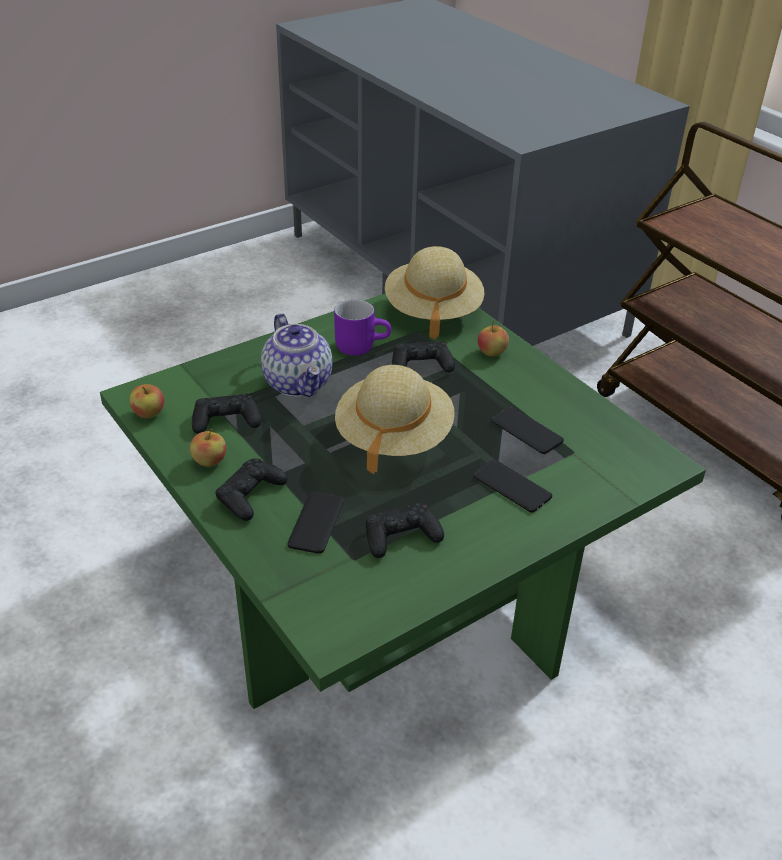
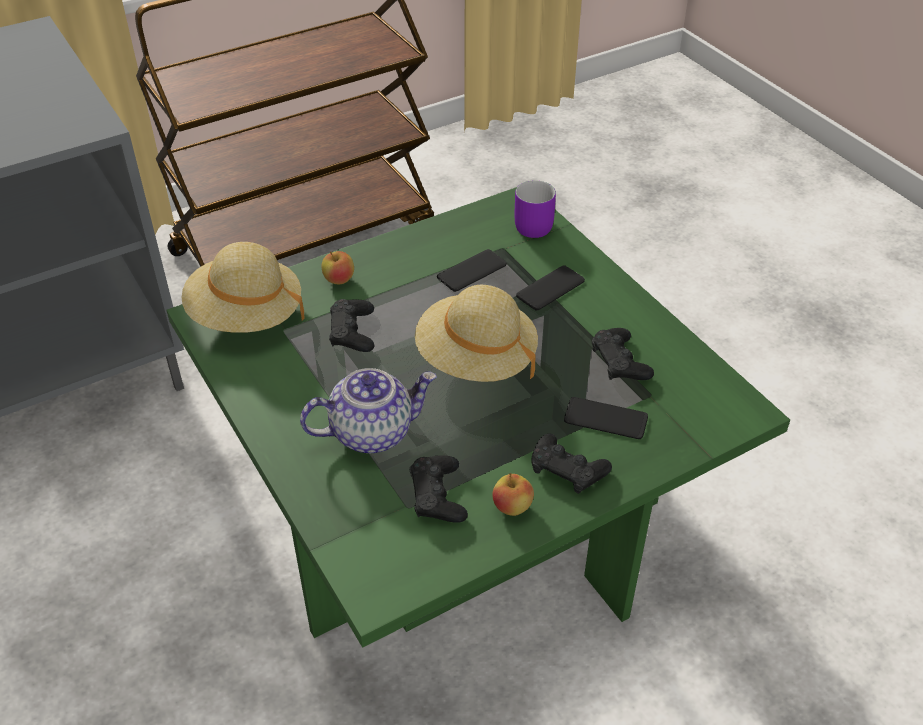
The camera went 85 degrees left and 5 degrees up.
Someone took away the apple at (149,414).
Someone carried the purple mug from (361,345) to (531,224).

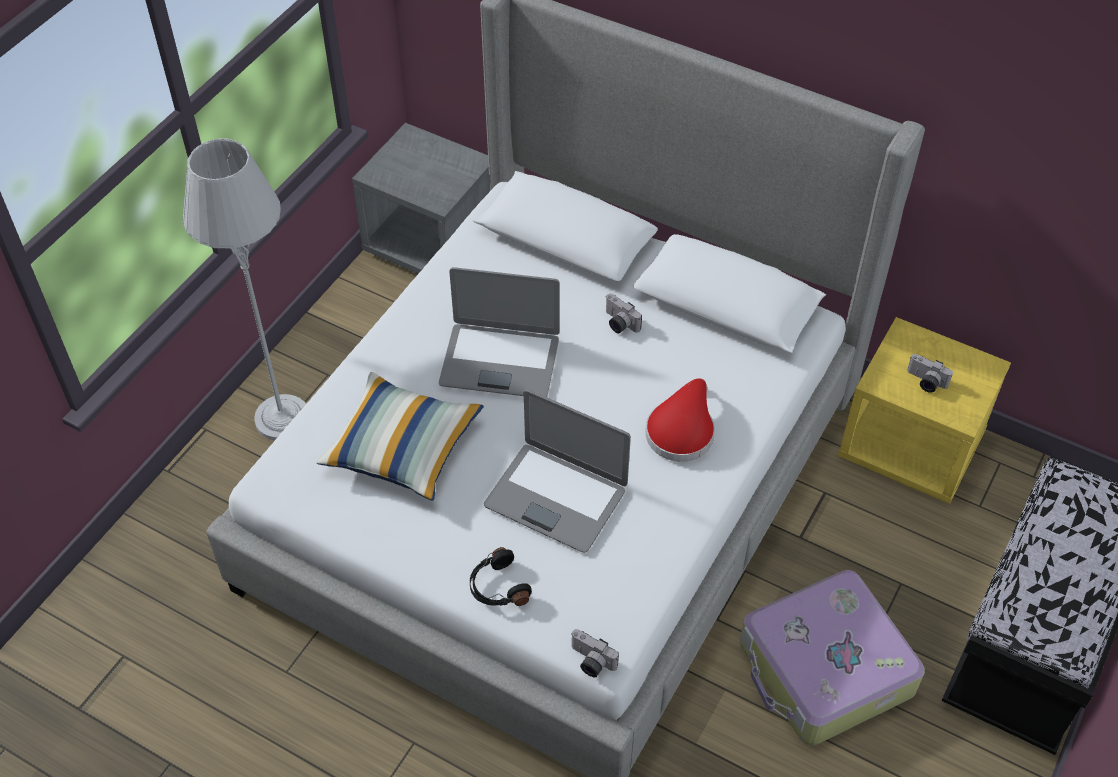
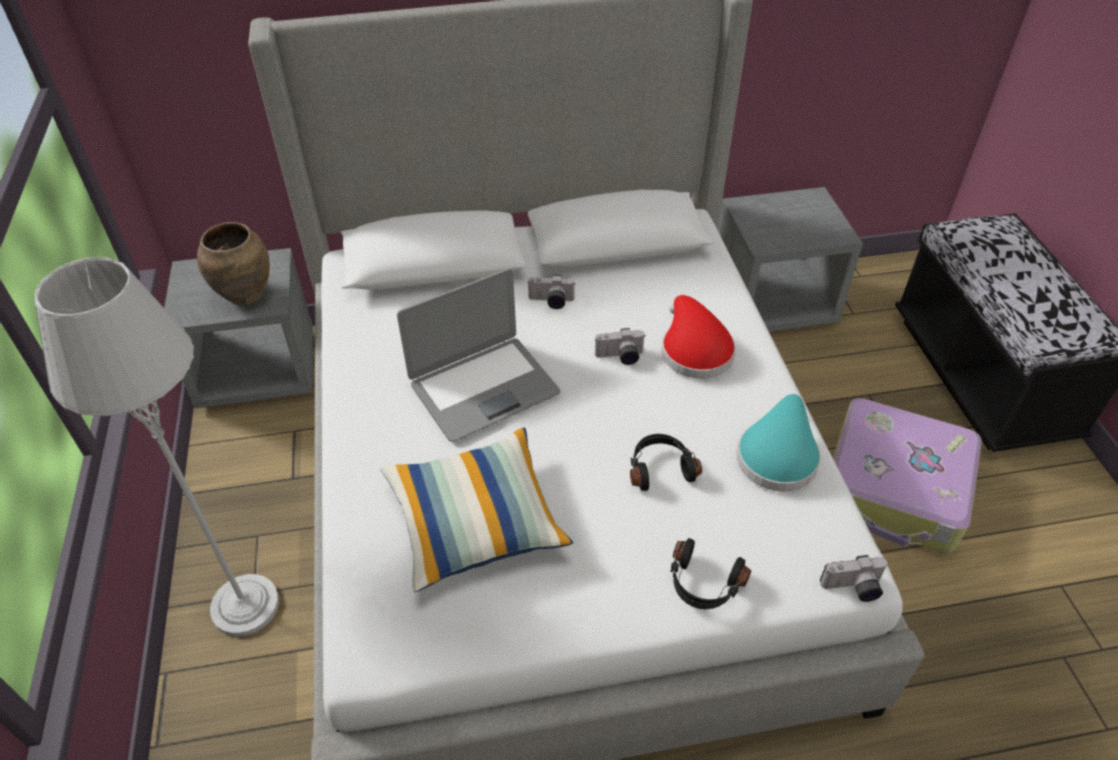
The camera went 40 degrees left and 5 degrees down.
Someone put down the brown vase at (246,295).
Someone put down the turquoise hat at (777,454).
Someone carried the photo camera from (925,382) to (620,357).
Someone swapped the laptop at (556,497) for the black headphones at (660,468).
Someone repainted the yellow nightstand at (911,448), which became the grey nightstand at (772,303).

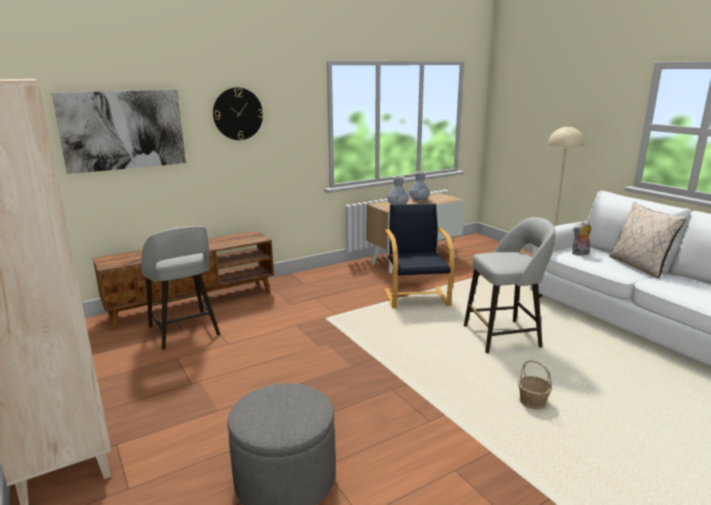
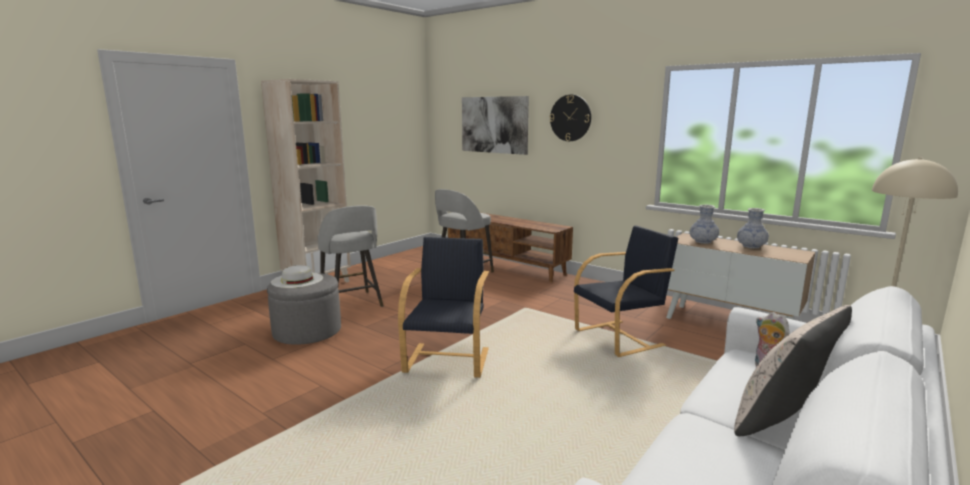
The camera went 70 degrees right and 5 degrees down.
Someone took away the basket at (532,402).
Someone put down the white hat at (297,280).
Someone put down the black armchair at (448,359).
Someone carried the grey stool from (504,336) to (352,304).

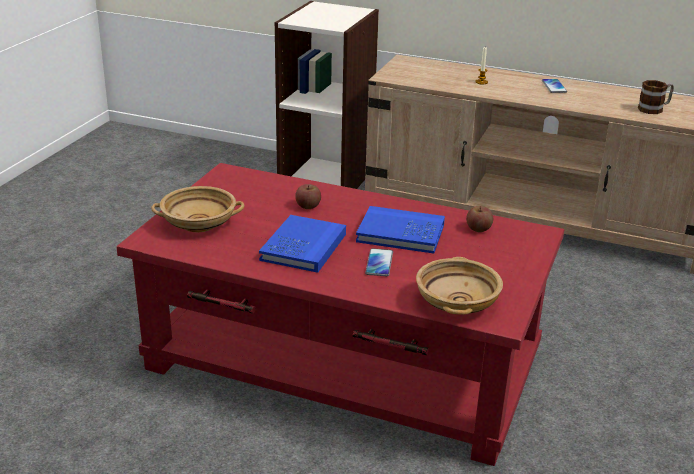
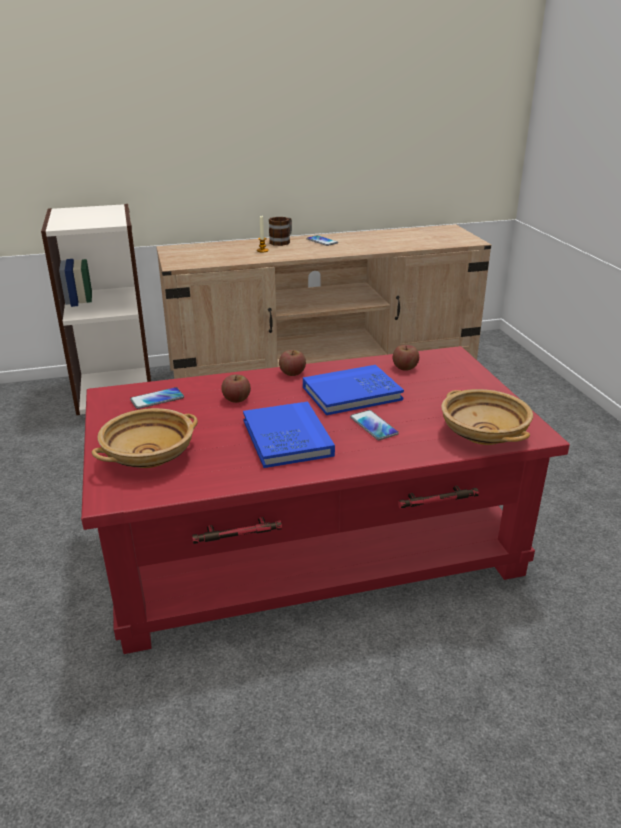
The camera went 35 degrees left and 0 degrees up.
Someone put down the phone at (157,399).
Someone put down the apple at (292,373).
Someone carried the mug from (654,109) to (282,241).

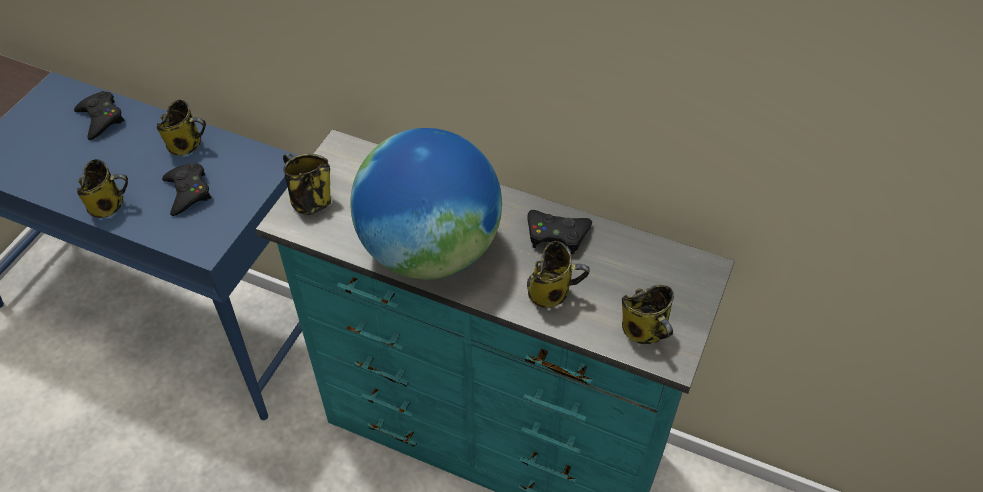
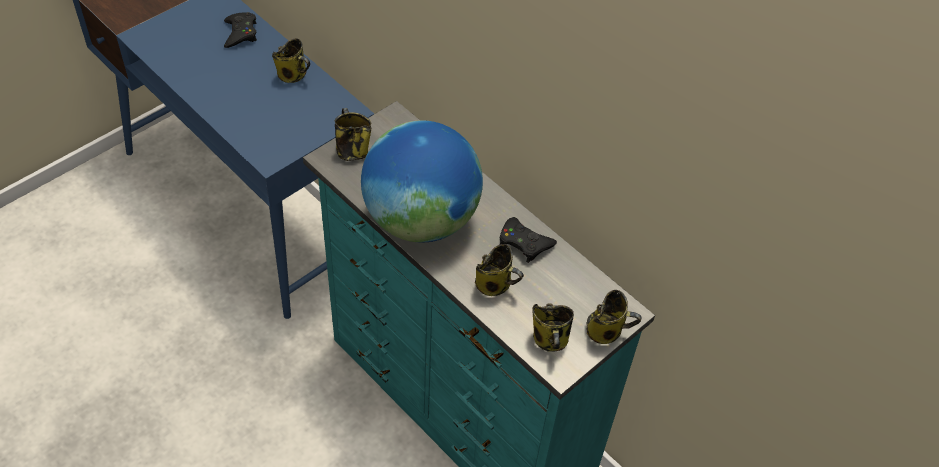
The camera went 20 degrees right and 0 degrees up.
Someone took away the black game controller at (188,192).
Someone carried the mug from (109,205) to (606,331).

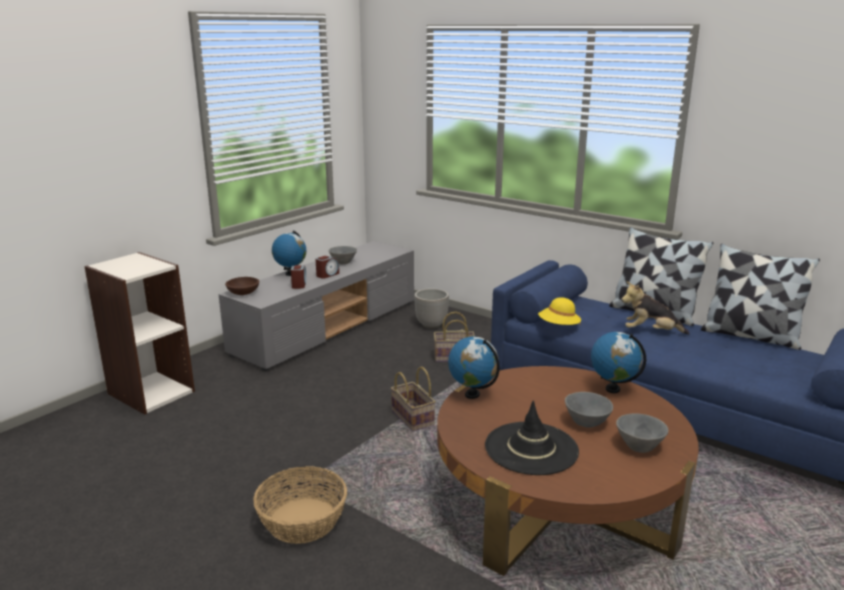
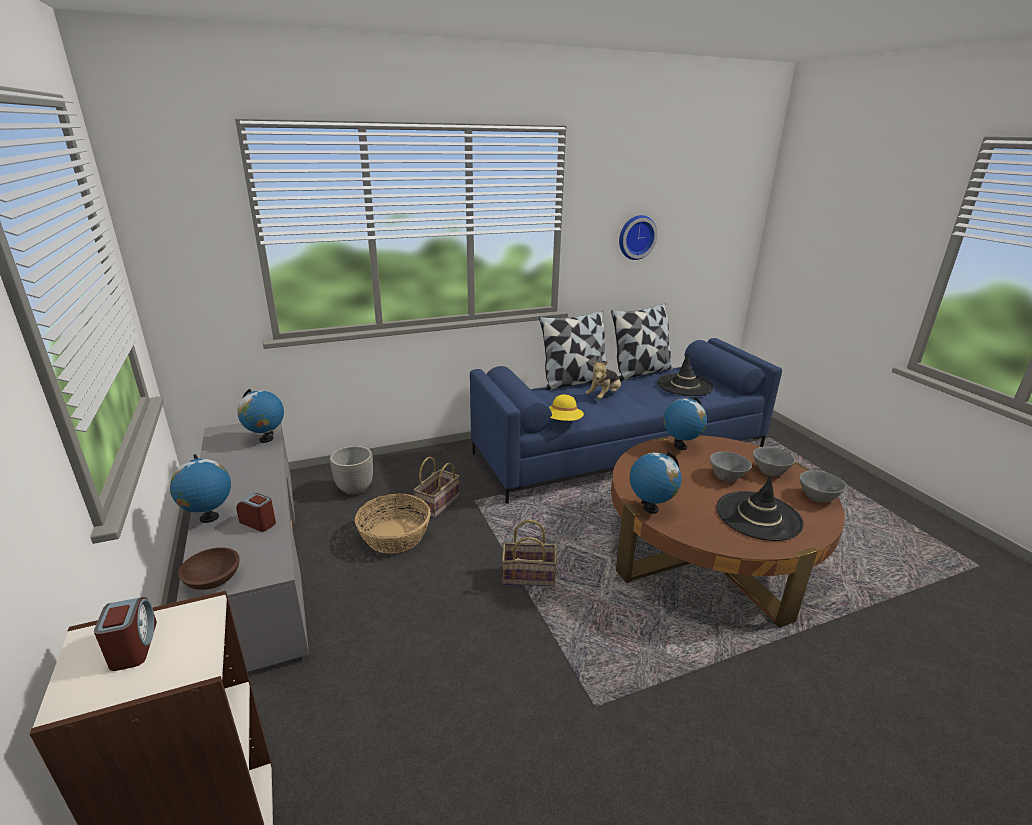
The camera went 60 degrees left and 5 degrees up.
Someone put down the globe at (266,439).
Someone put up the wall clock at (636,237).
Someone put down the black hat at (684,385).
Someone carried the basket from (302,520) to (394,536).
Someone carried the alarm clock from (327,275) to (133,646).
Someone carried the grey bowl from (344,262) to (817,497).

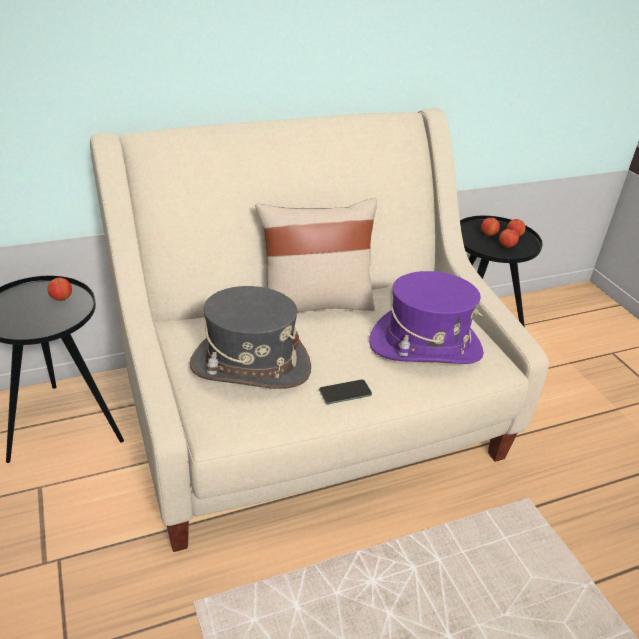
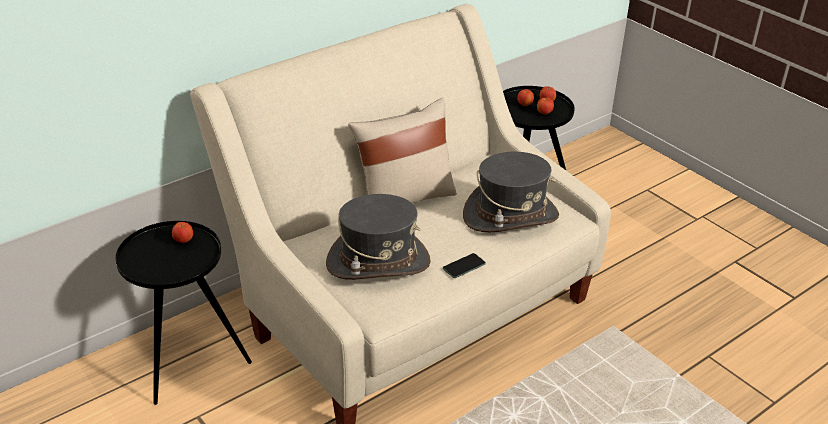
The camera went 15 degrees left and 0 degrees up.
Someone repainted the purple hat at (425,346), which became the grey hat at (510,216).

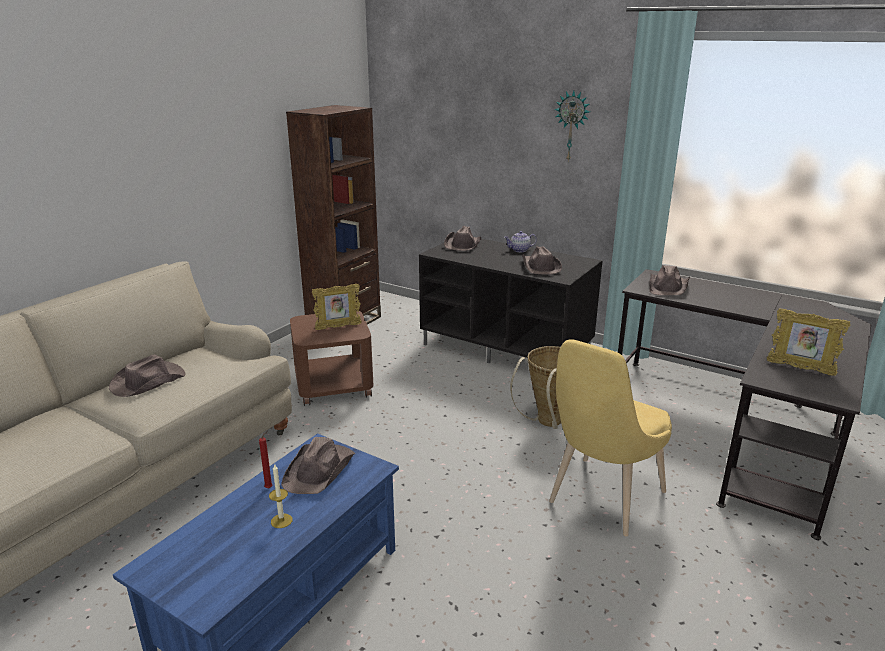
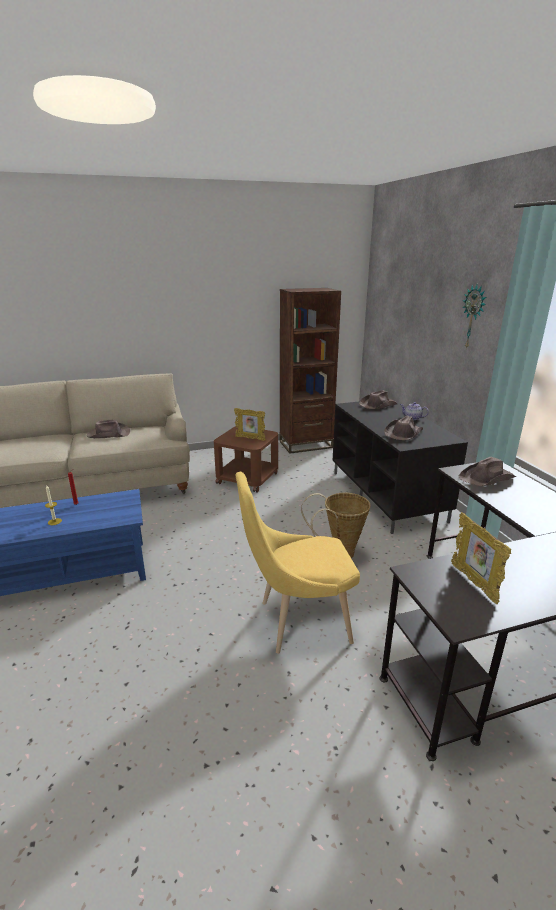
The camera went 40 degrees right and 0 degrees up.
Someone took away the brown hat at (320,470).

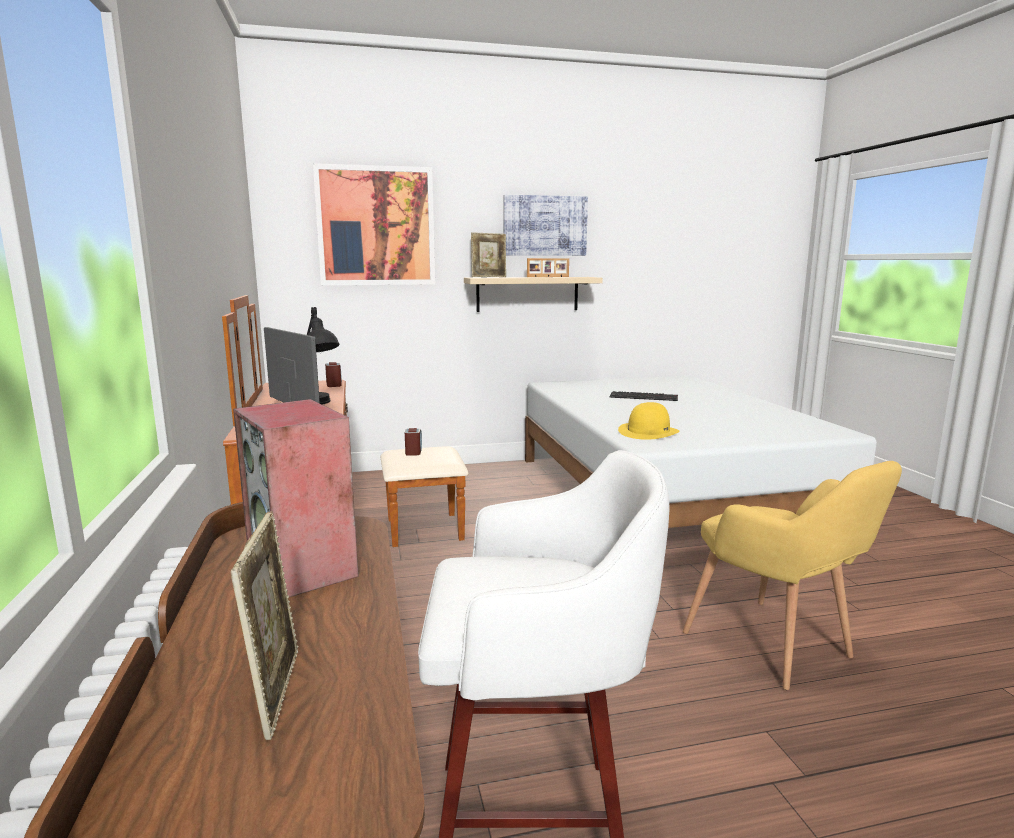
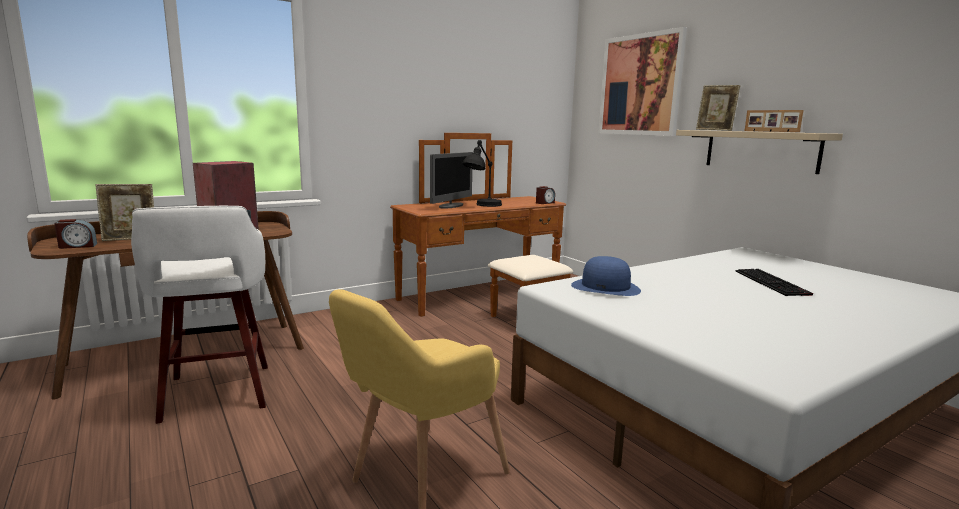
The camera went 70 degrees right and 0 degrees up.
Someone took away the picture at (545,226).
Someone carried the alarm clock from (413,451) to (77,246).
Someone repainted the yellow hat at (648,431), which became the blue hat at (605,287).

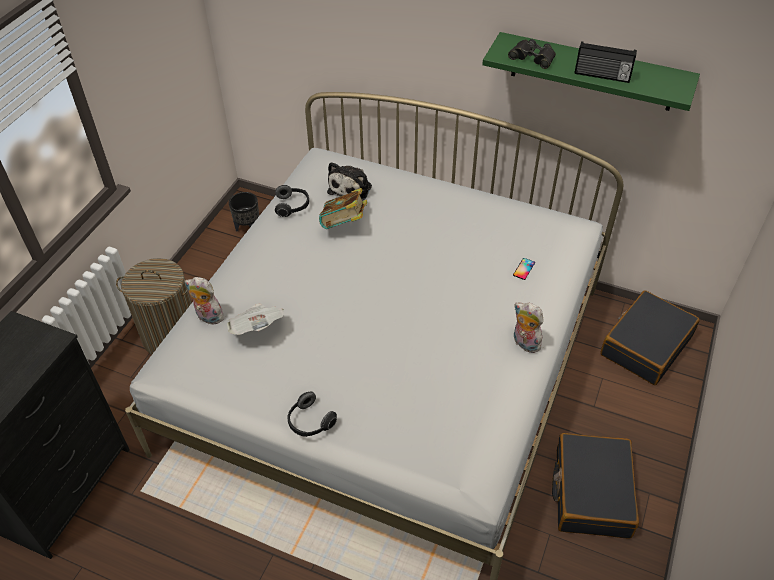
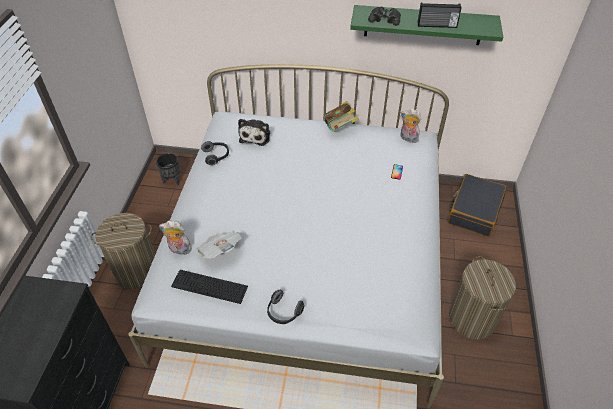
The camera went 15 degrees left and 0 degrees up.
Someone put down the keyboard at (209,286).
Someone carried the book from (344,225) to (340,128).
Someone carried the plush toy from (524,343) to (408,138).
Someone swapped the black suitcase at (591,492) for the laundry basket at (472,318).

